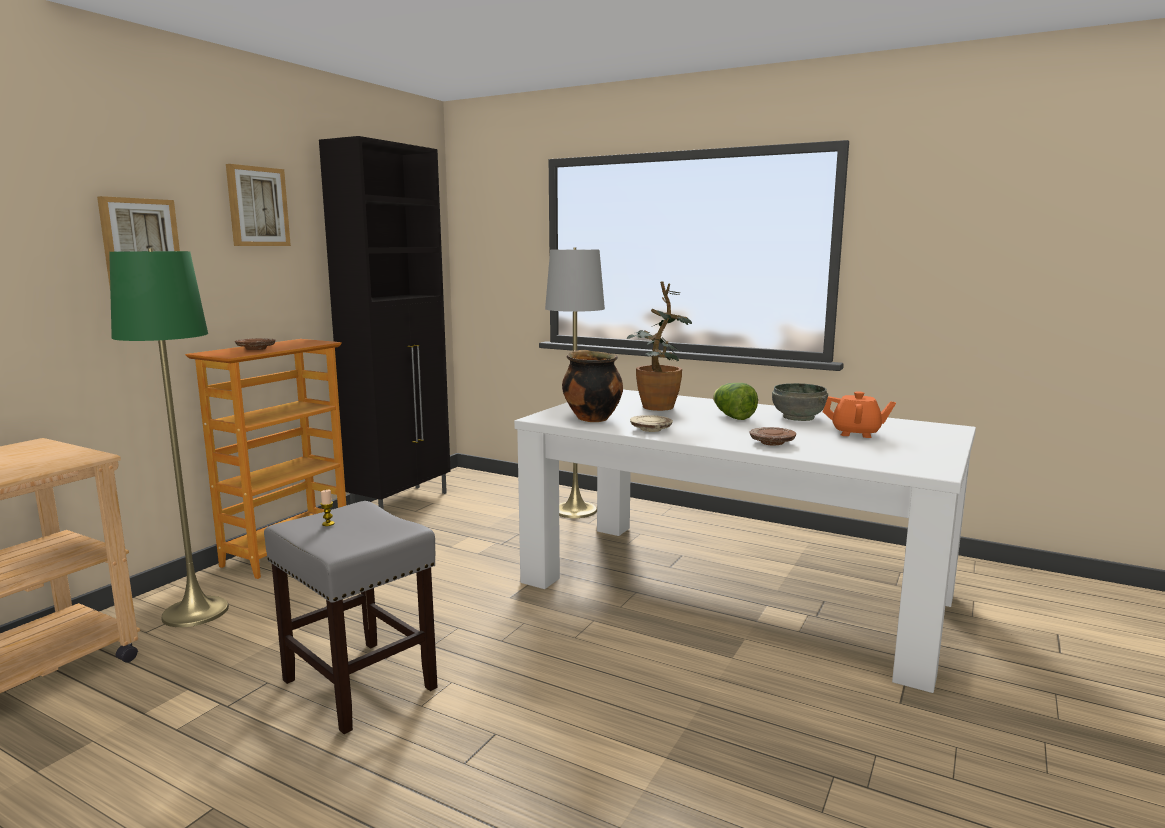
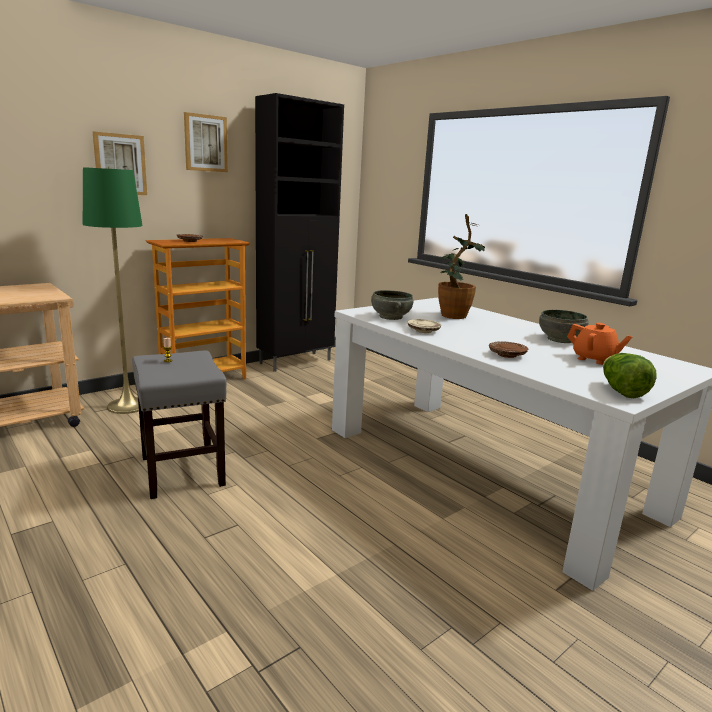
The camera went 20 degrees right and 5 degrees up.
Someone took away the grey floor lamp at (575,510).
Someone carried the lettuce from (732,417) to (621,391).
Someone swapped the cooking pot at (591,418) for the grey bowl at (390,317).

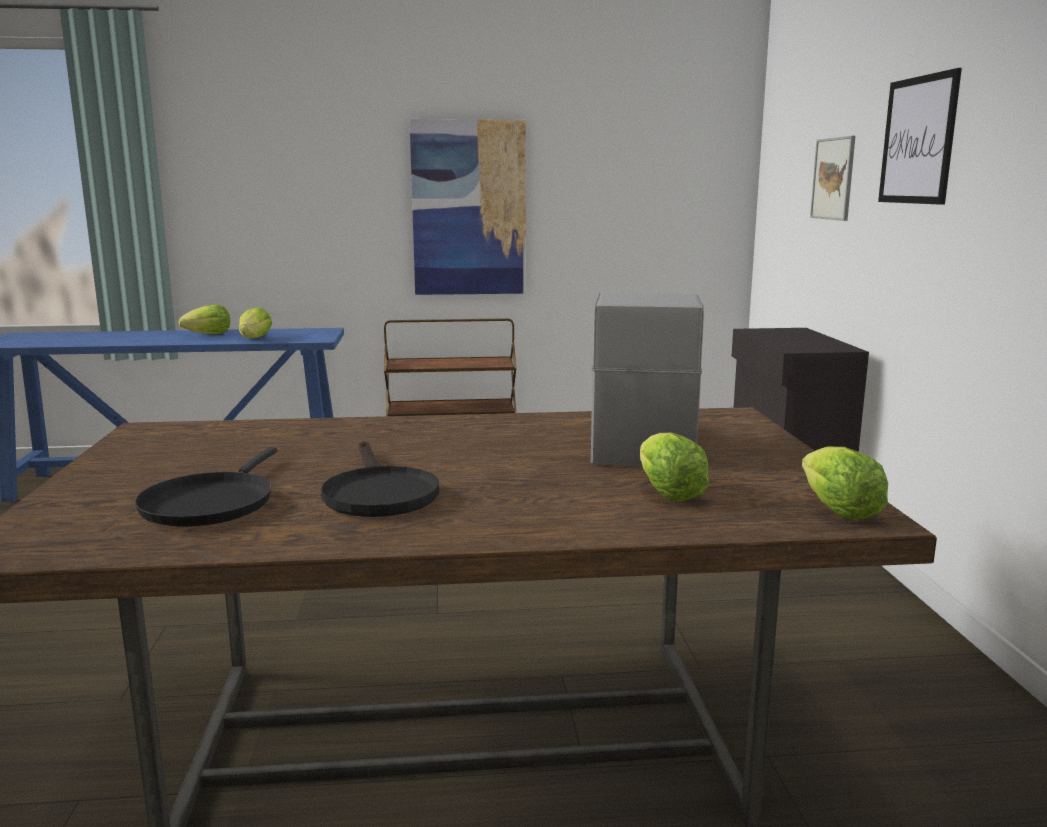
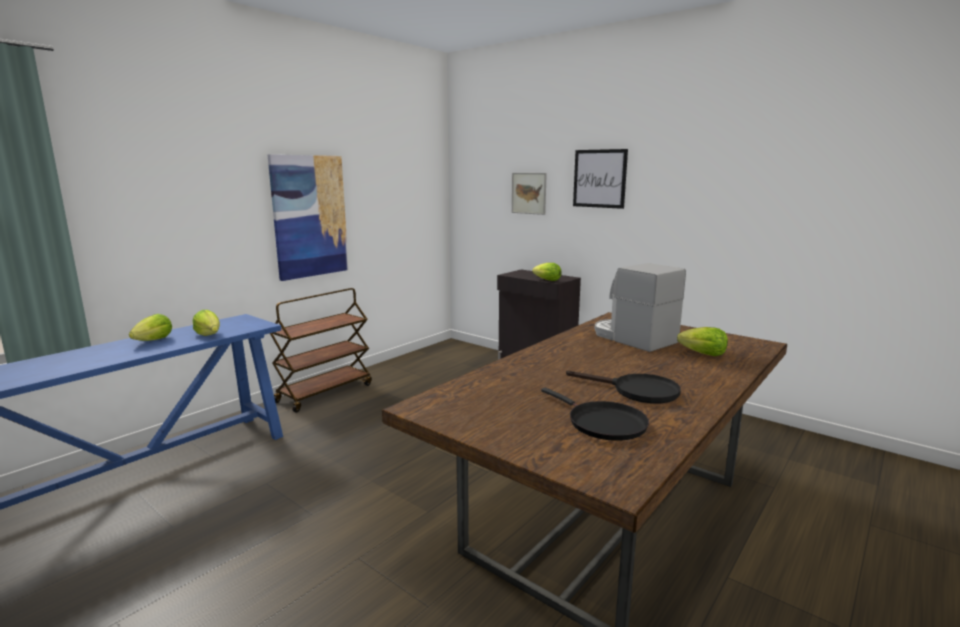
The camera went 45 degrees left and 0 degrees up.
Someone carried the lettuce from (838,511) to (547,280).

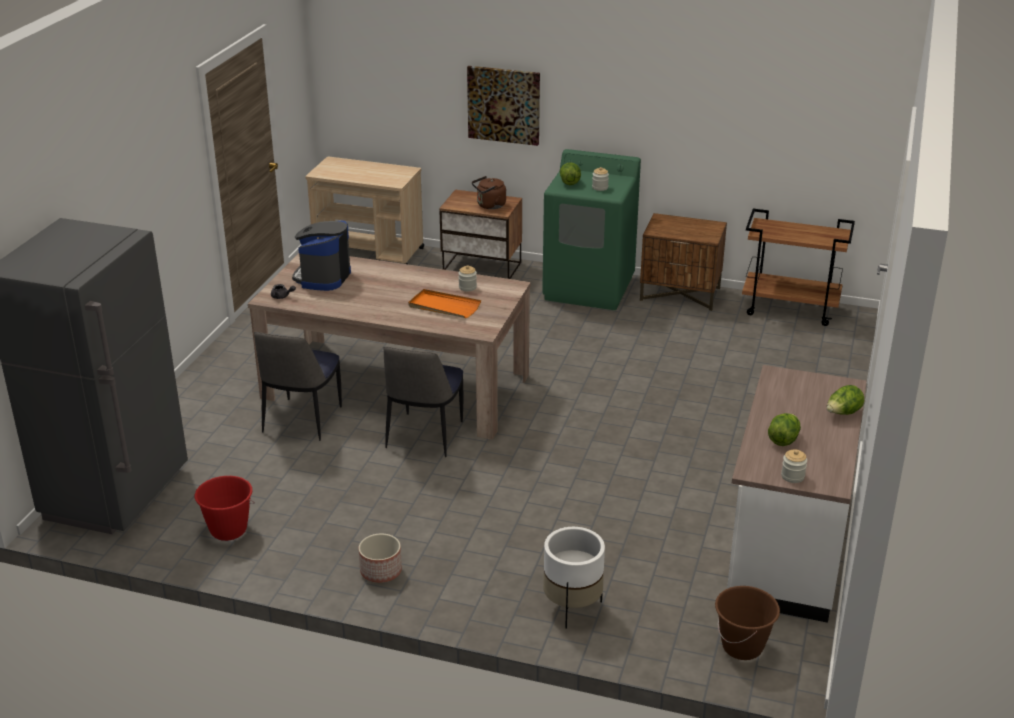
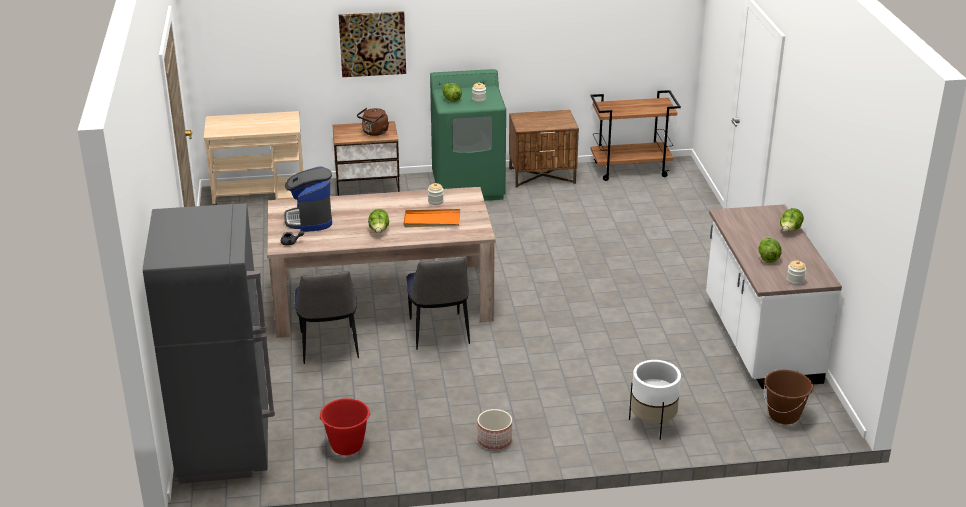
The camera went 25 degrees left and 0 degrees up.
Someone put down the lettuce at (379,231).

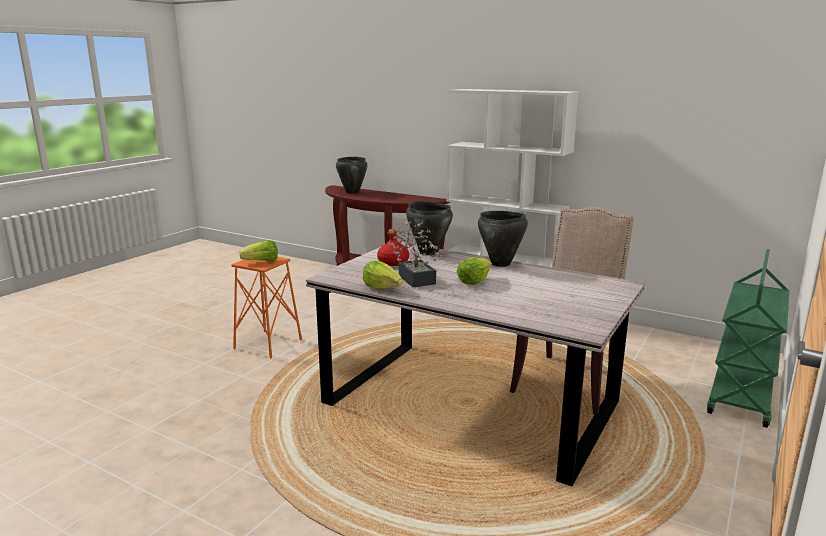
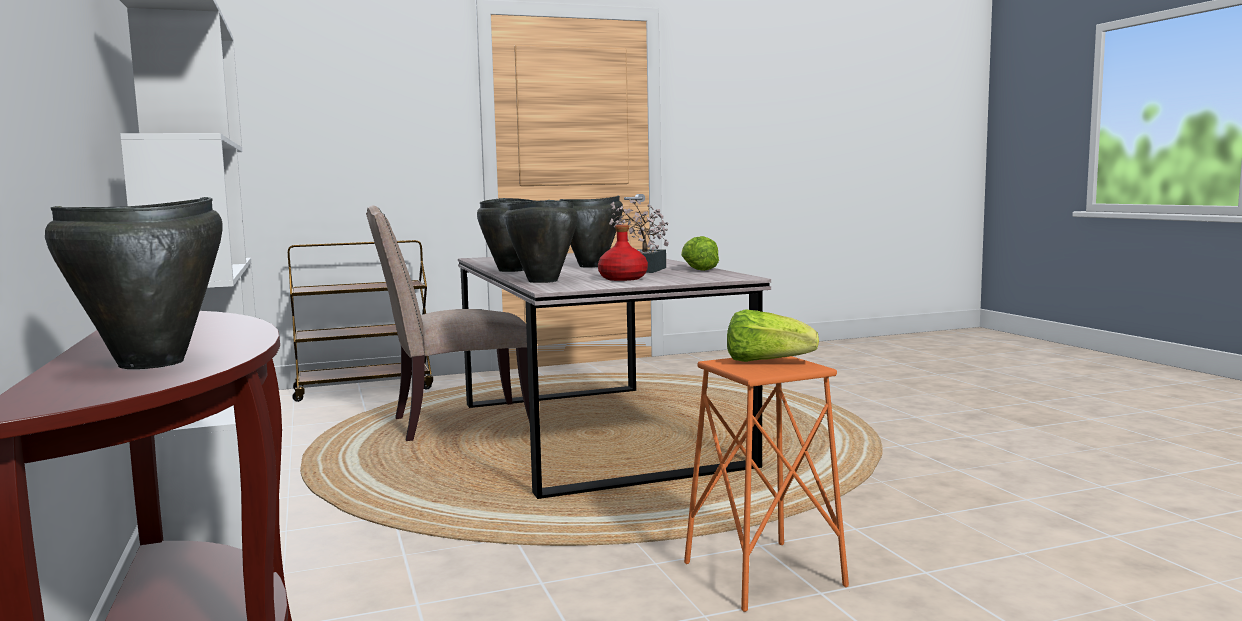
The camera went 140 degrees left and 10 degrees down.
Someone swapped the lettuce at (473,281) for the black cooking pot at (592,266).
Someone repainted the green cart at (742,394), which became the brown cart at (365,389).

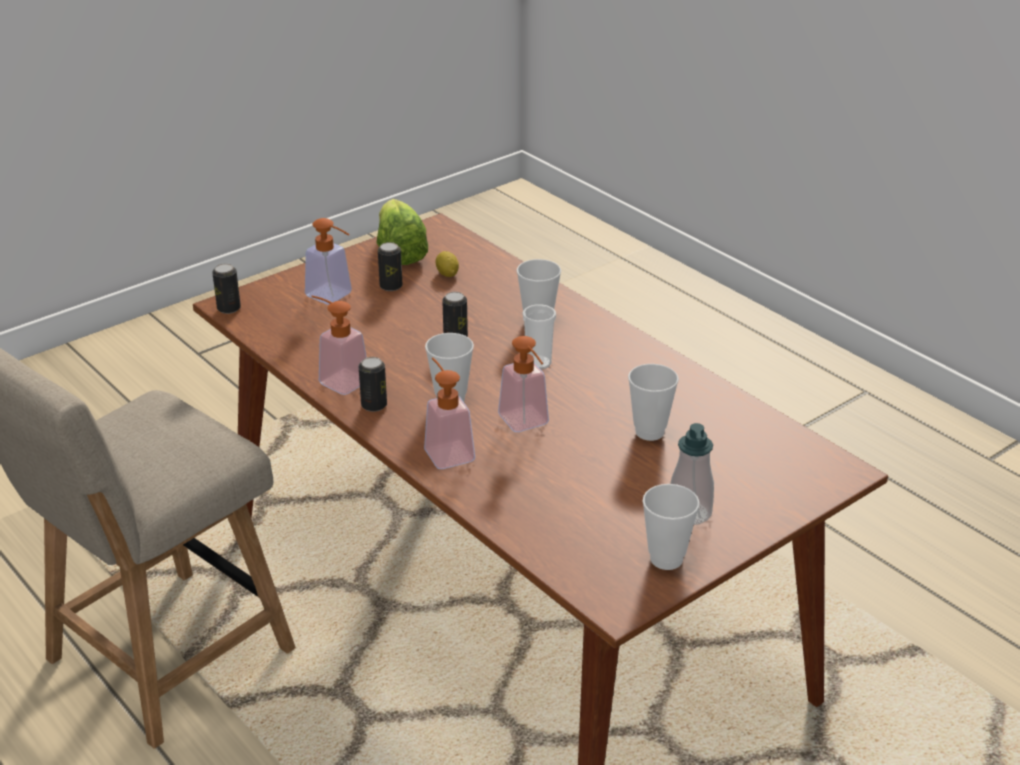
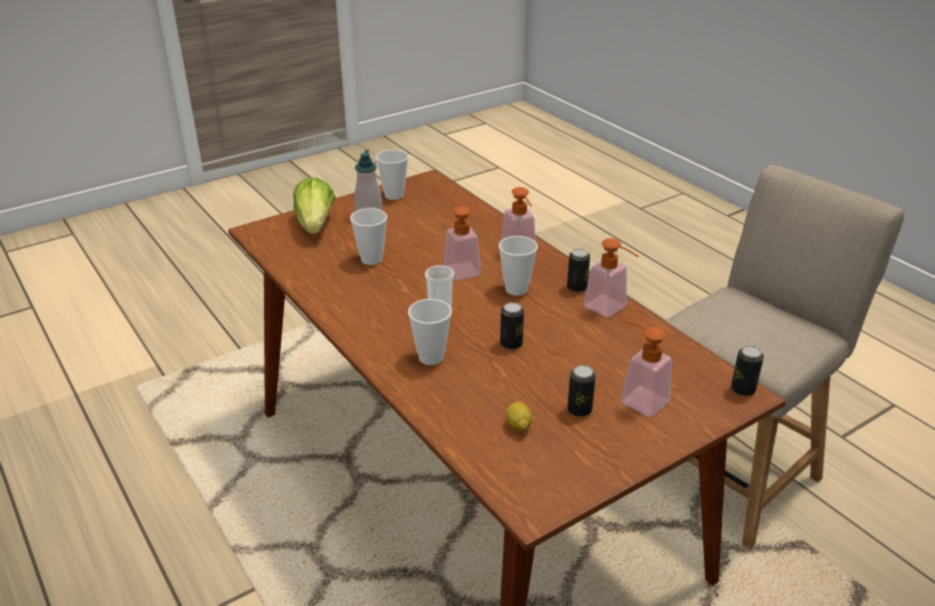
The camera went 175 degrees left and 0 degrees up.
Someone carried the lettuce from (400,251) to (315,225).

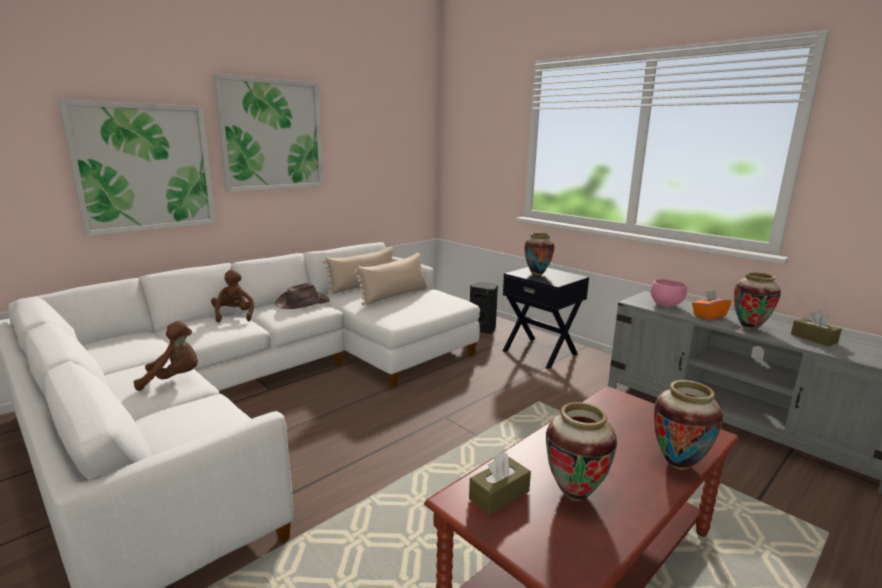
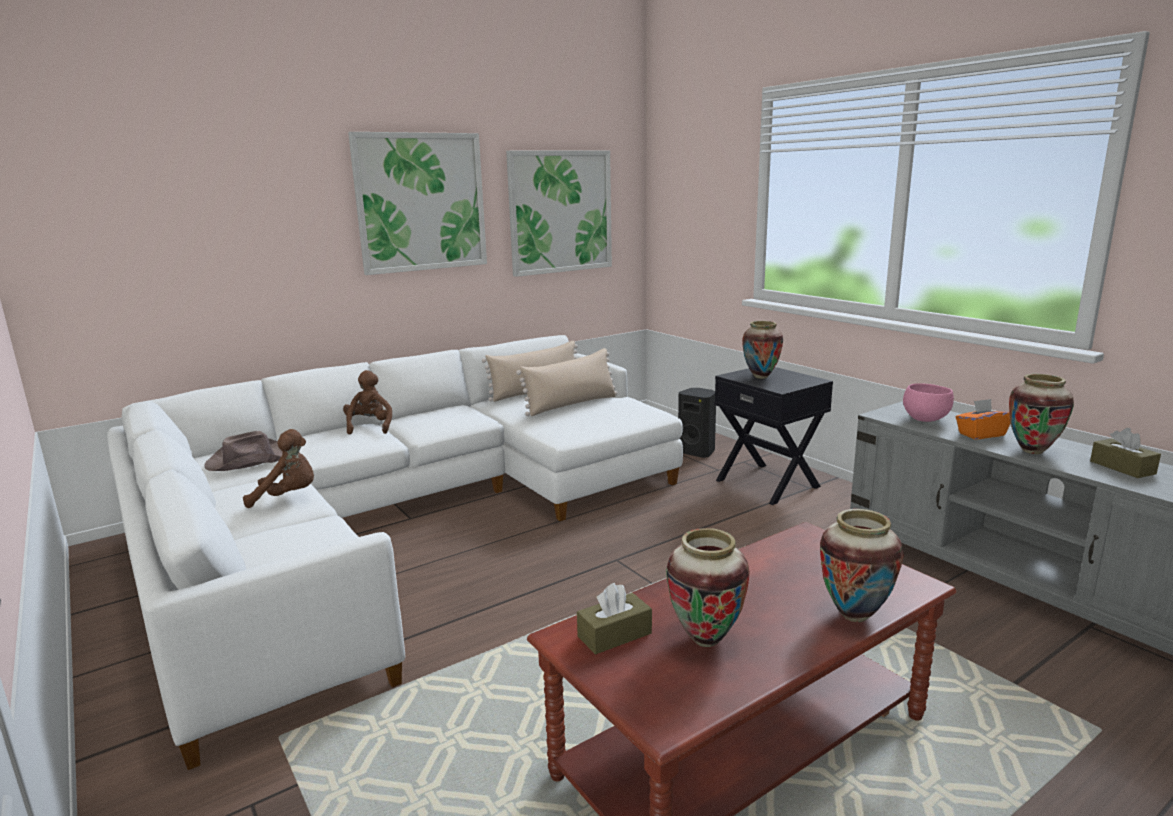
The camera went 10 degrees right and 0 degrees up.
Someone carried the picture from (145,168) to (560,212).
Someone carried the brown hat from (302,303) to (248,461).

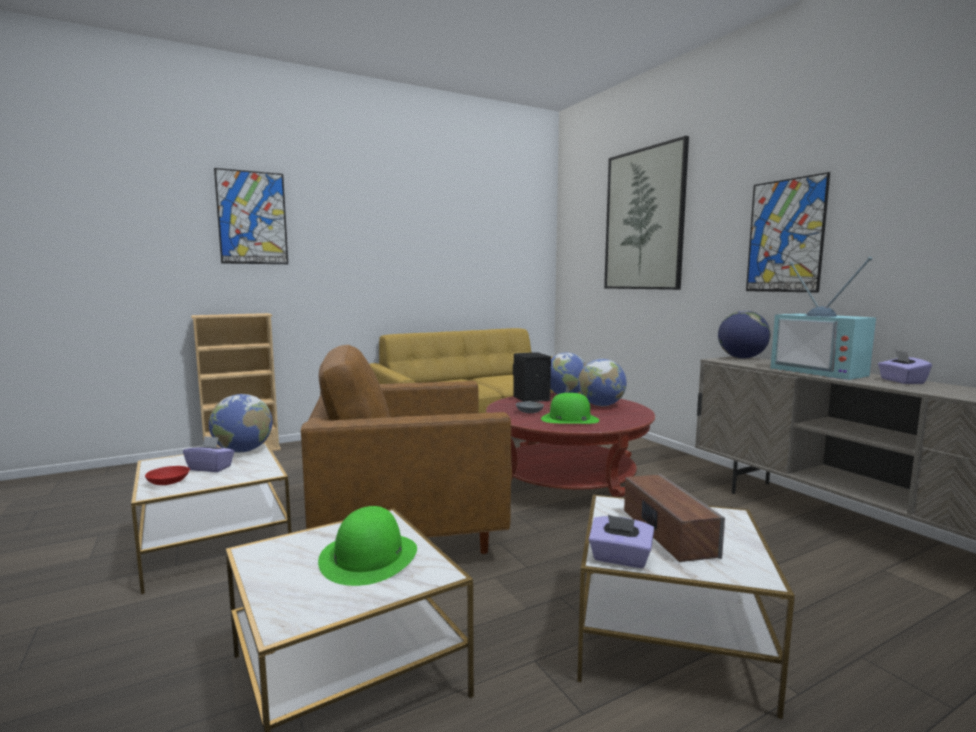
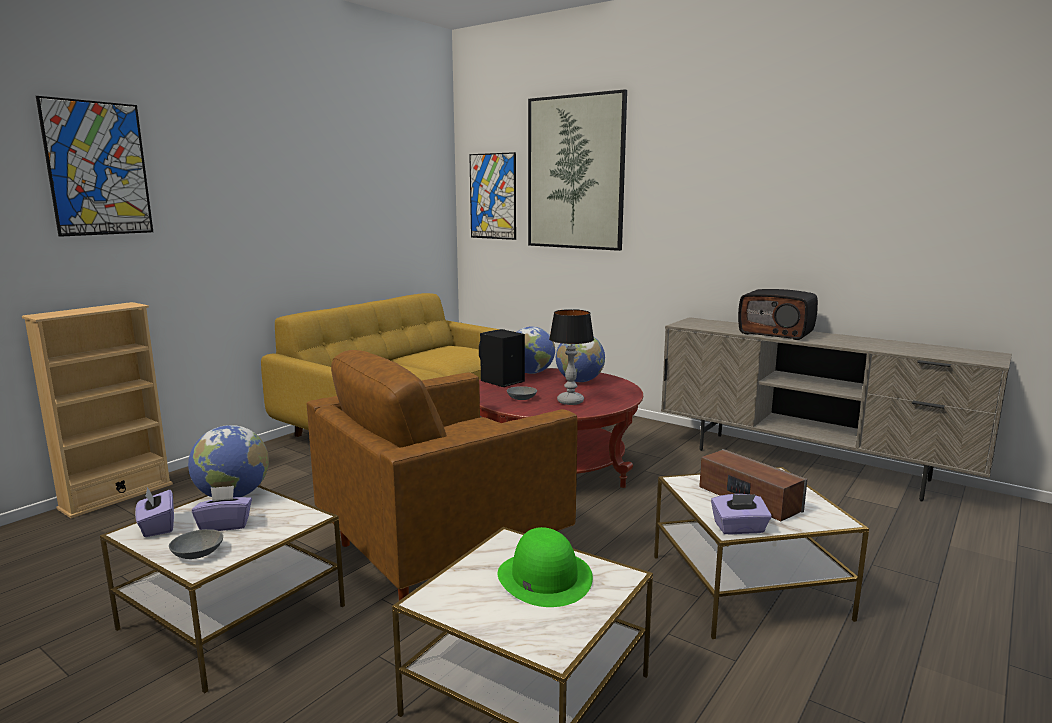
The camera went 25 degrees left and 5 degrees up.
Someone took away the globe at (741,358).
Someone carried the picture from (785,236) to (493,196).
Someone carried the purple tissue box from (901,381) to (157,527).
Someone swapped the green hat at (569,419) for the table lamp at (570,401).
Someone swapped the television at (821,372) for the radio at (776,333).
Someone repainted the red bowl at (169,482), which became the grey bowl at (199,553).

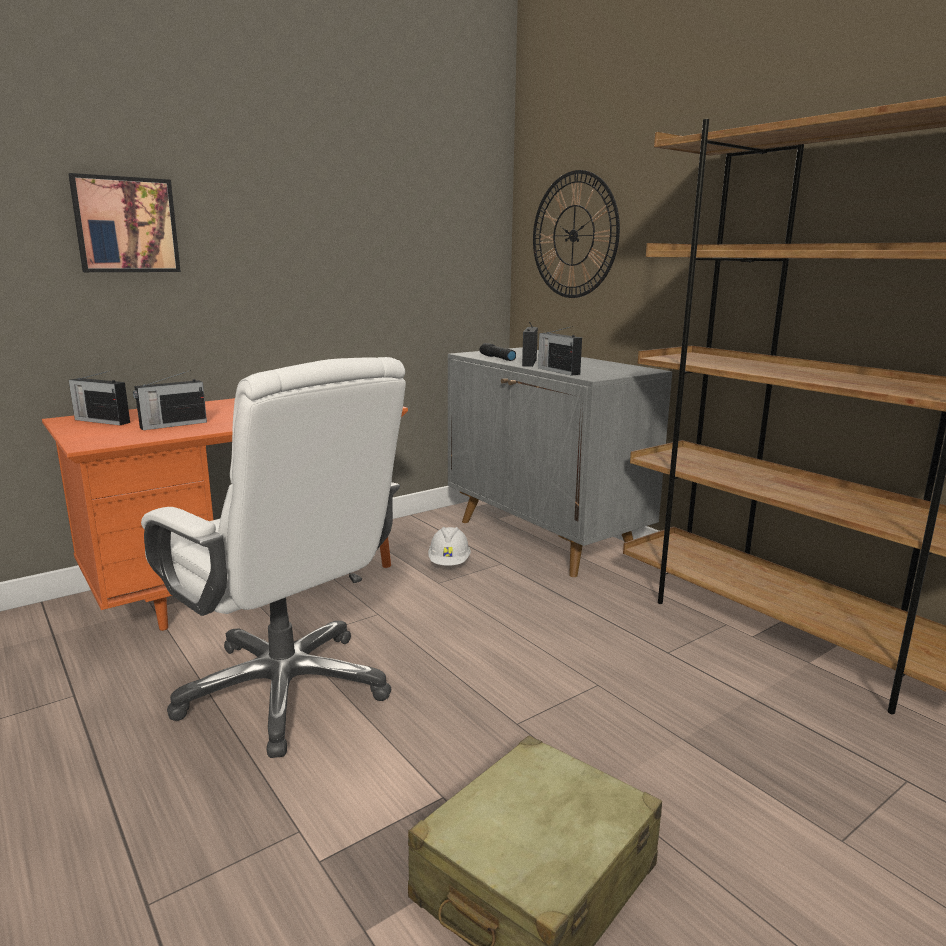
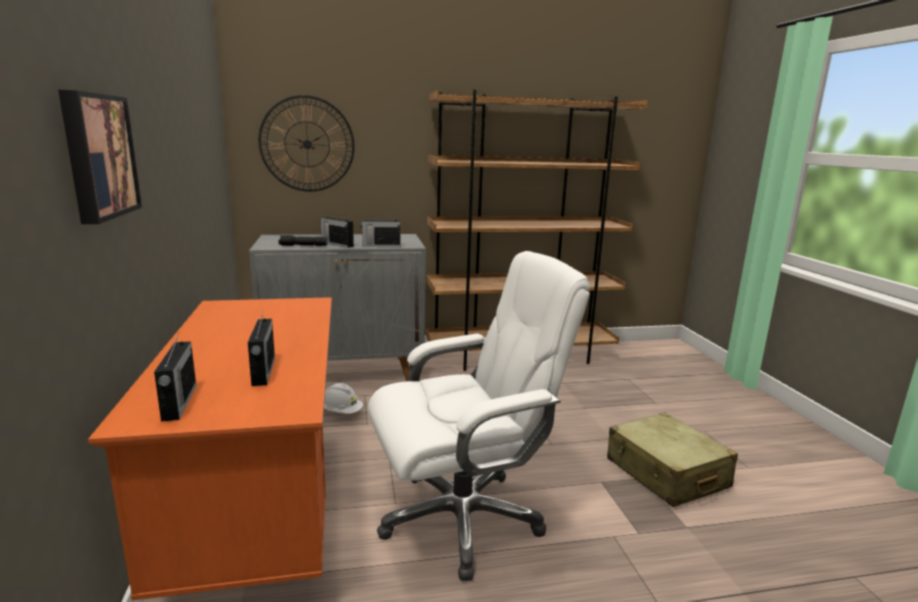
The camera went 65 degrees left and 0 degrees up.
Someone rotated the radio at (101,421) by 60 degrees counterclockwise.

